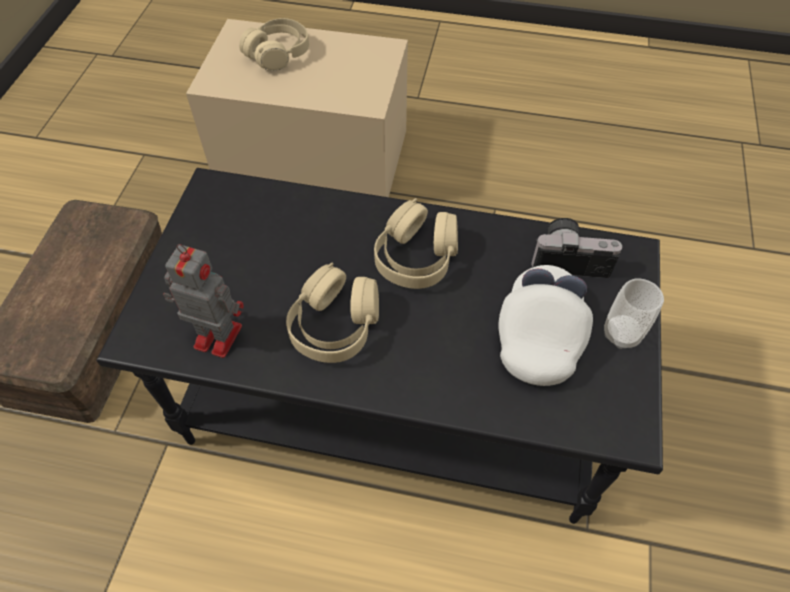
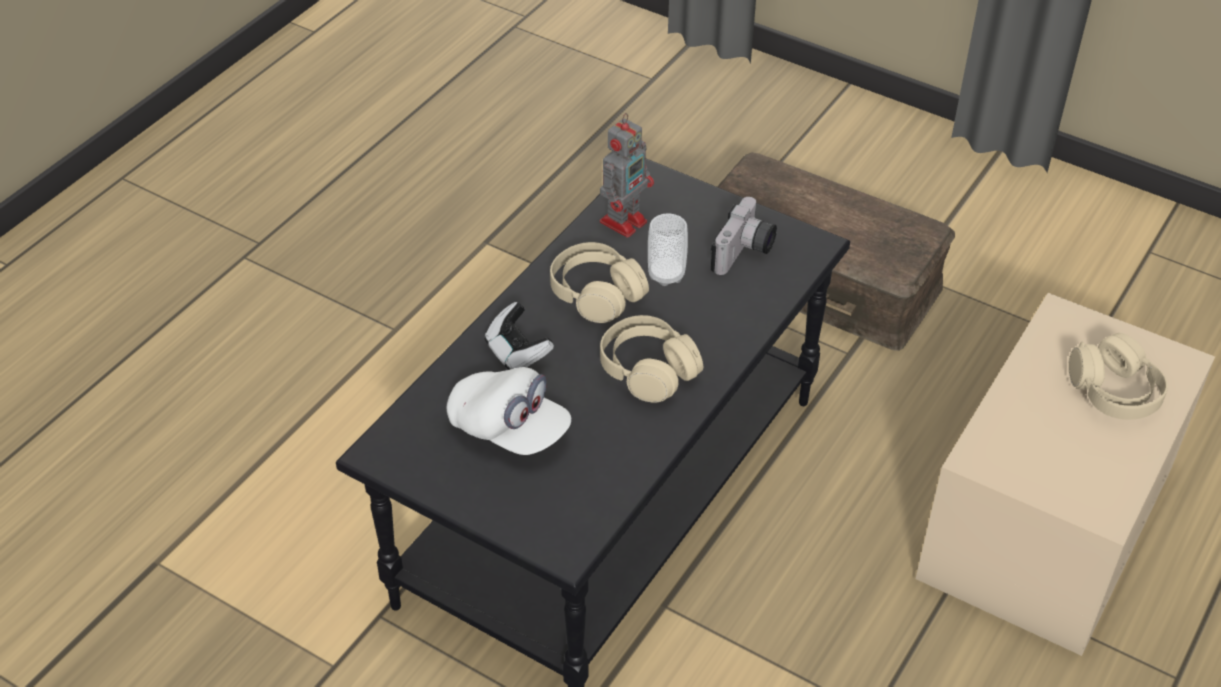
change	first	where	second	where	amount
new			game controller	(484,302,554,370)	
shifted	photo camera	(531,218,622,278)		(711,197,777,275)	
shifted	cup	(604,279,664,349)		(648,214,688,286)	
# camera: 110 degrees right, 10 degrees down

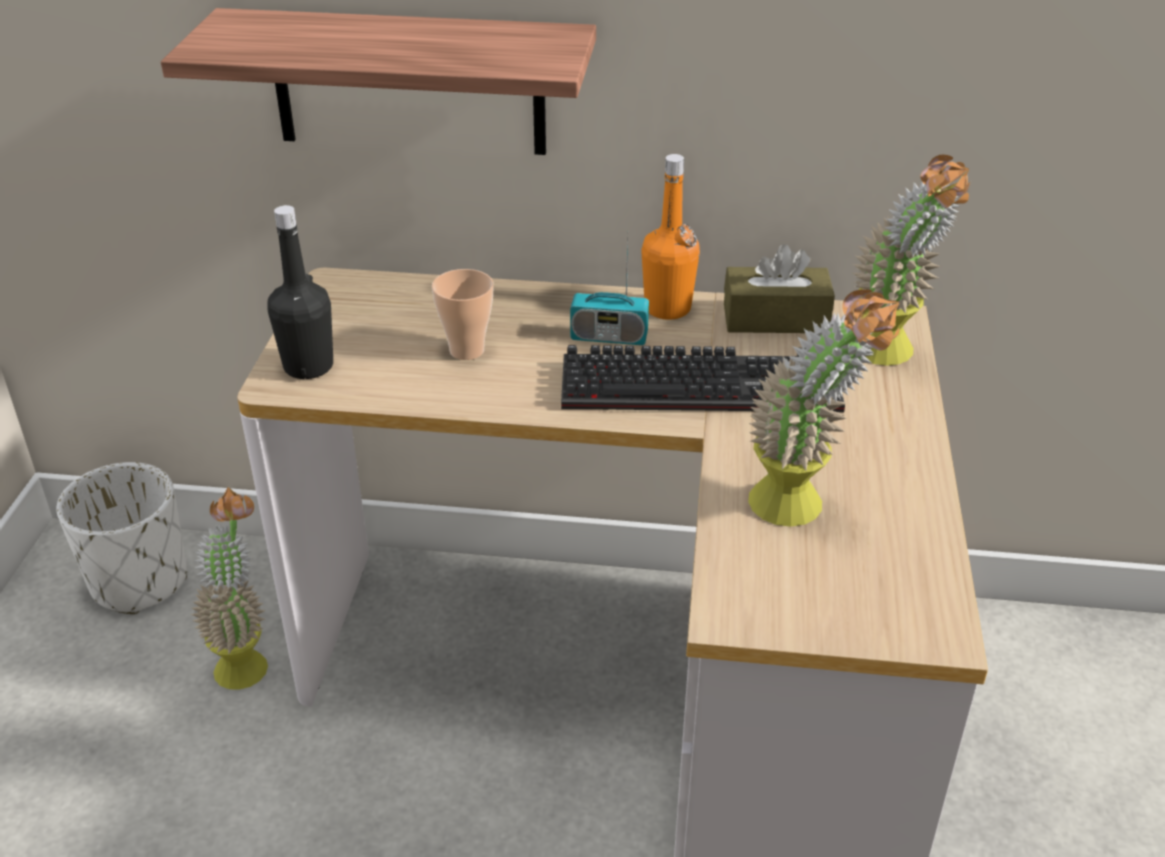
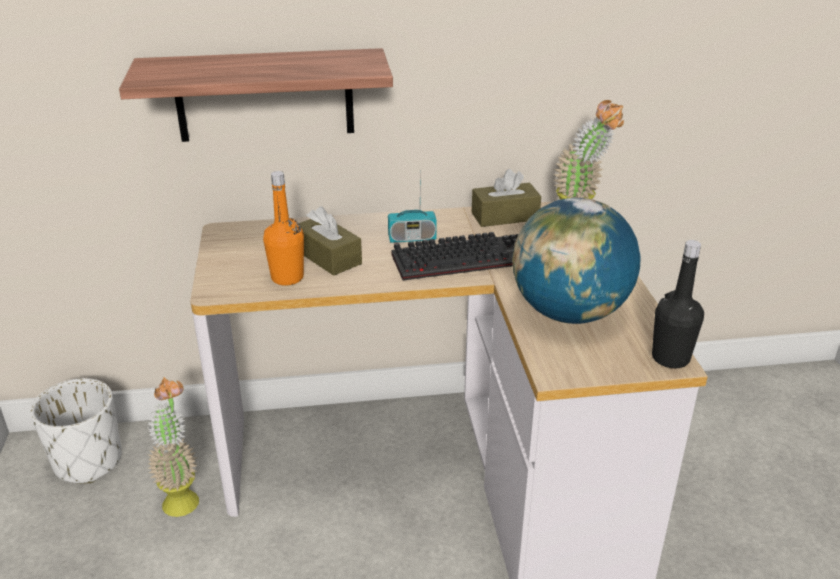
change	first	where	second	where	amount
shifted	black bottle	(268,205,333,379)		(652,240,704,368)	
shifted	orange bottle	(641,154,700,320)		(263,171,304,285)	
swapped	cup	(432,269,494,360)	brown tissue box	(299,206,362,276)	
swapped	potted plant	(748,290,900,527)	globe	(512,197,641,324)	
# camera: 15 degrees left, 5 degrees down

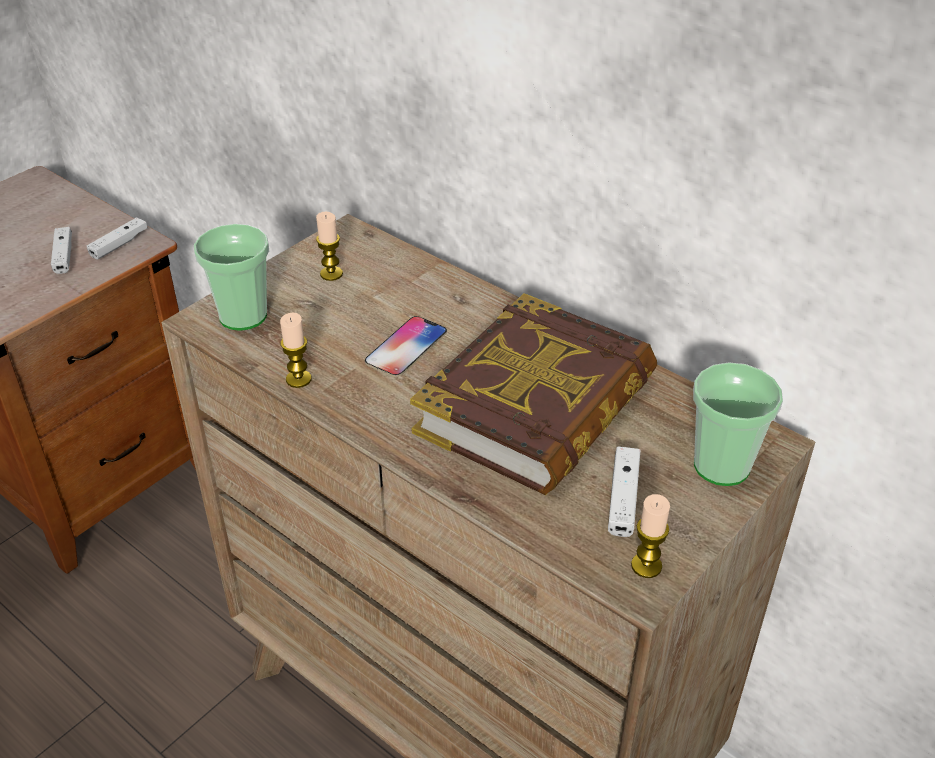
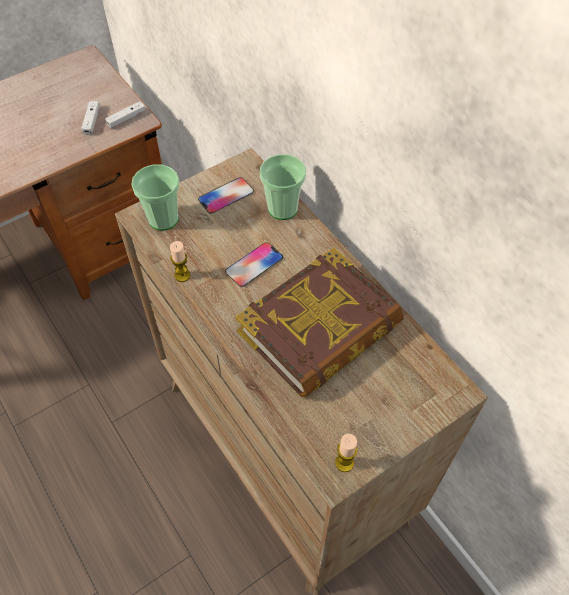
change	first	where	second	where	amount
gone	white game controller	(608,446,641,537)			
shifted	cup	(693,362,783,486)		(260,154,306,220)	
swapped	candle	(316,212,343,281)	phone	(198,177,254,214)	
# camera: 15 degrees right, 15 degrees up

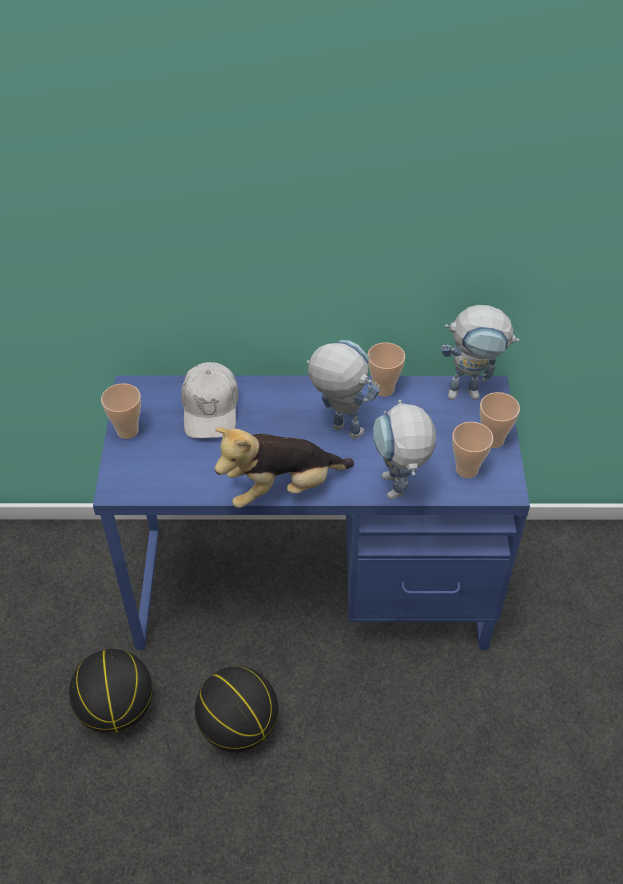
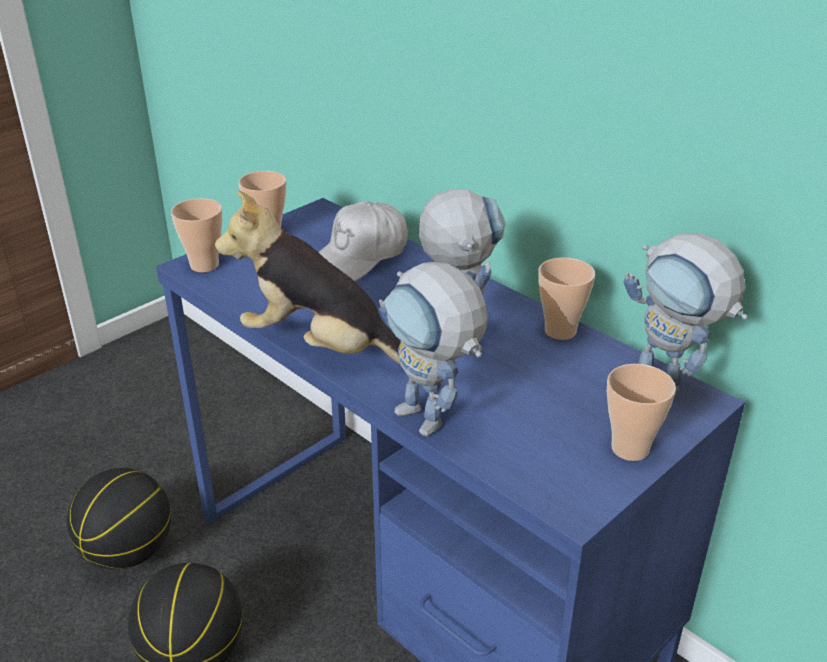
change	first	where	second	where	amount
shifted	cup	(452,422,493,478)		(171,198,223,272)	
rotated	toy robot	(373,400,436,499)		(379,262,488,436)	75 degrees counterclockwise
# camera: 45 degrees right, 15 degrees down

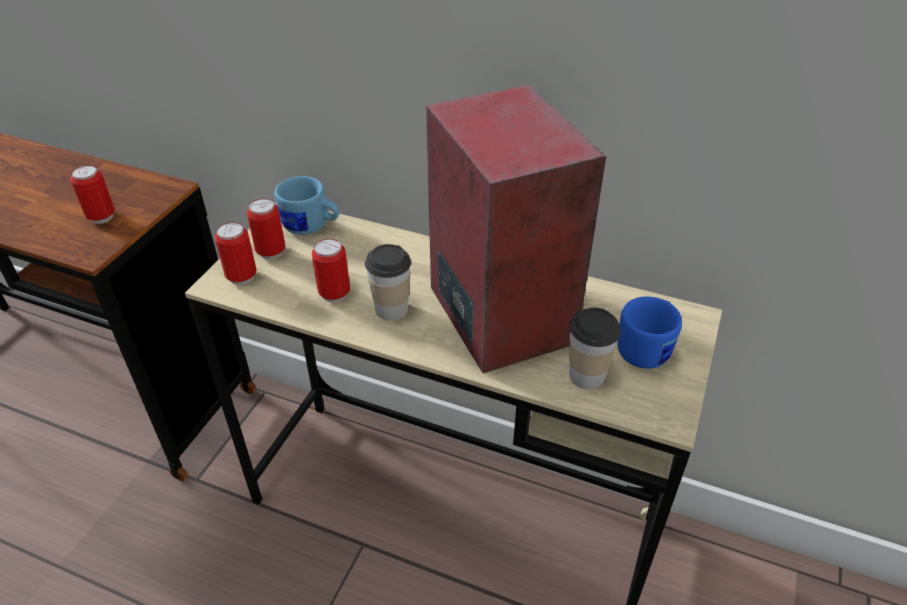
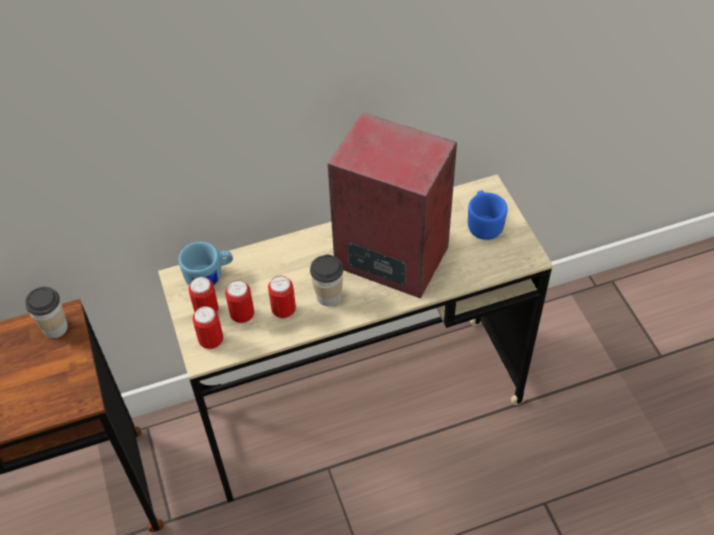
change	first	where	second	where	amount
shifted	can	(70,165,115,224)		(225,280,254,323)	
shifted	cup	(569,308,621,389)		(25,287,68,338)	
# camera: 40 degrees left, 10 degrees up

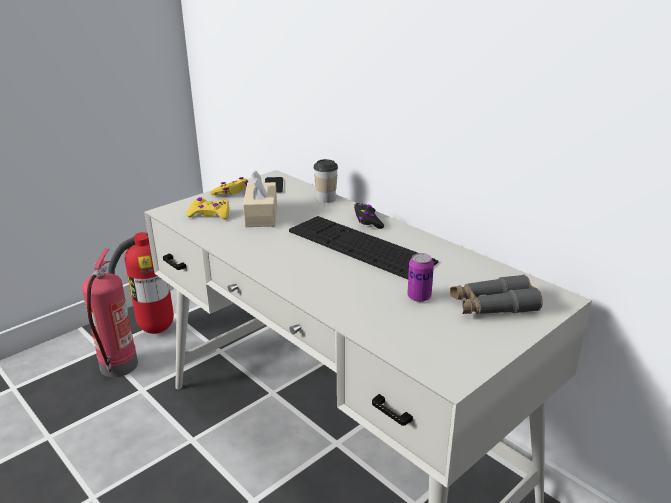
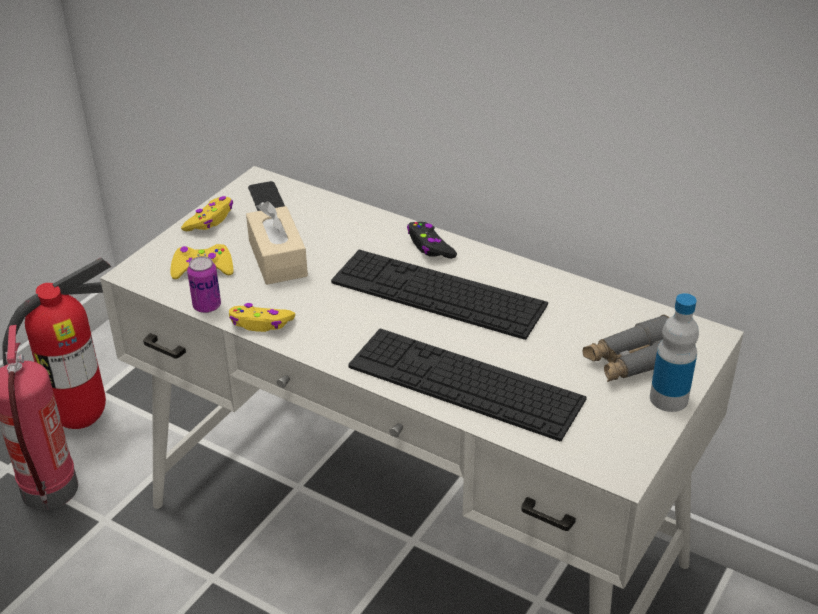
change	first	where	second	where	amount
gone	cup	(314,159,338,203)			
new			yellow game controller	(229,303,295,332)	
new			keyboard	(348,328,587,442)	
new			bottle	(650,293,699,412)	
shifted	can	(407,253,434,302)		(187,256,221,313)	
# camera: 15 degrees left, 10 degrees up

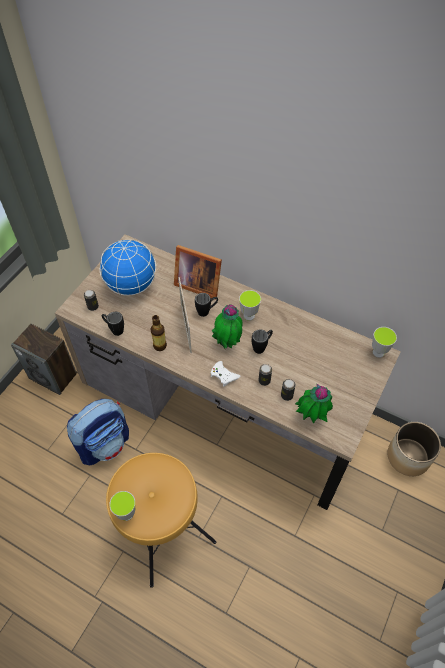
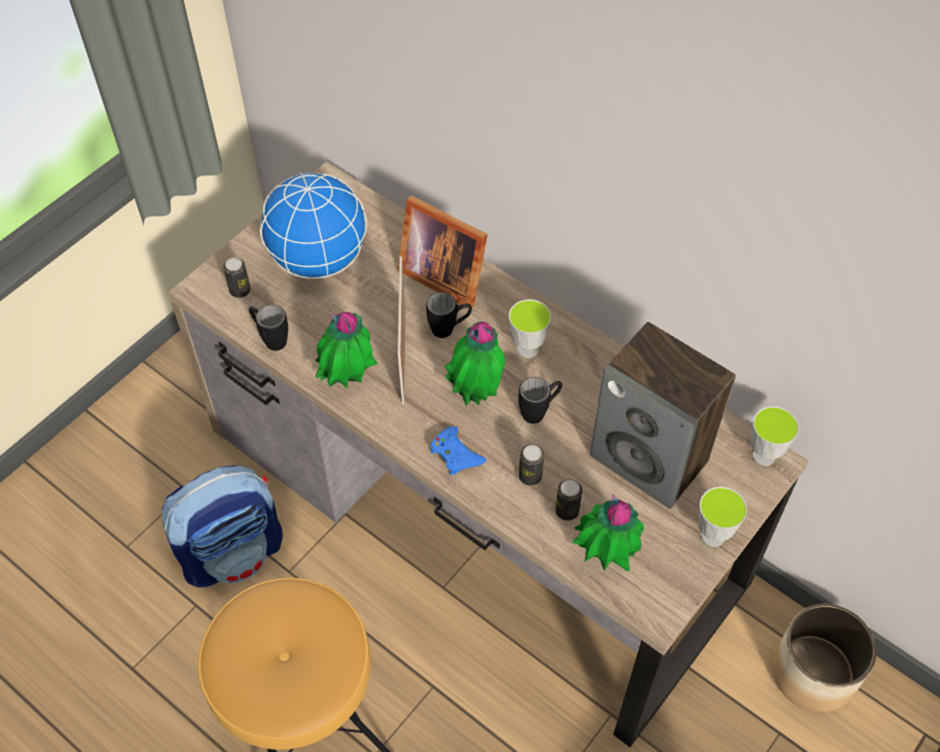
change	first	where	second	where	amount
shifted	speaker	(11,324,77,395)		(590,322,736,509)	
shifted	cup	(109,491,135,521)		(698,487,747,547)	
swapped	bottle	(151,315,167,351)	potted plant	(315,312,378,388)	
repainted	white game controller	(211,361,240,387)	blue game controller	(430,426,486,475)	
# camera: 10 degrees right, 0 degrees up

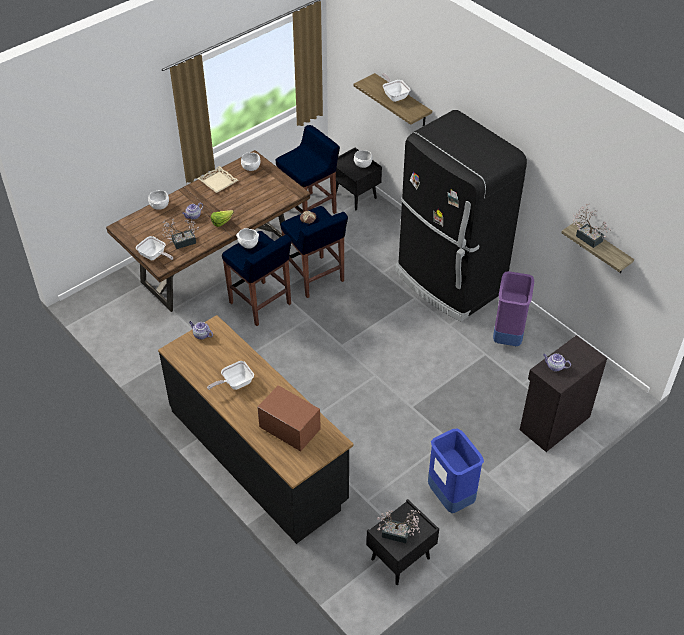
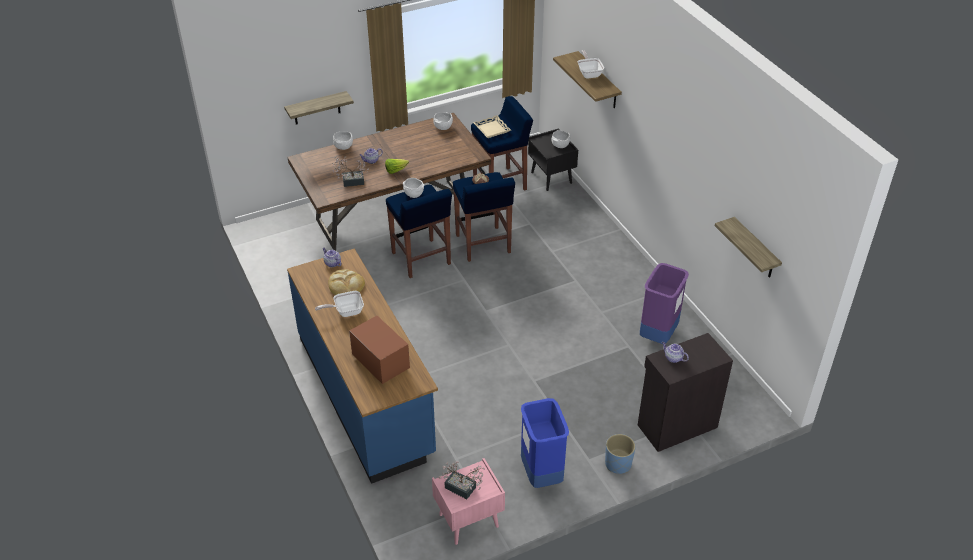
change	first	where	second	where	amount
gone	frying pan	(136,236,173,260)			
gone	black fridge	(395,110,527,322)			
gone	potted plant	(573,204,611,248)			
new			shelf	(284,91,354,124)	
new			bread	(328,269,365,295)	
new			blue planter	(605,434,636,474)	
shifted	beige tray	(198,166,238,193)		(473,115,511,138)	
repainted	black counter	(158,315,354,544)	blue counter	(287,249,438,484)	
repainted	black nightstand	(366,499,439,585)	pink nightstand	(432,458,505,545)	
# camera: 15 degrees right, 5 degrees down

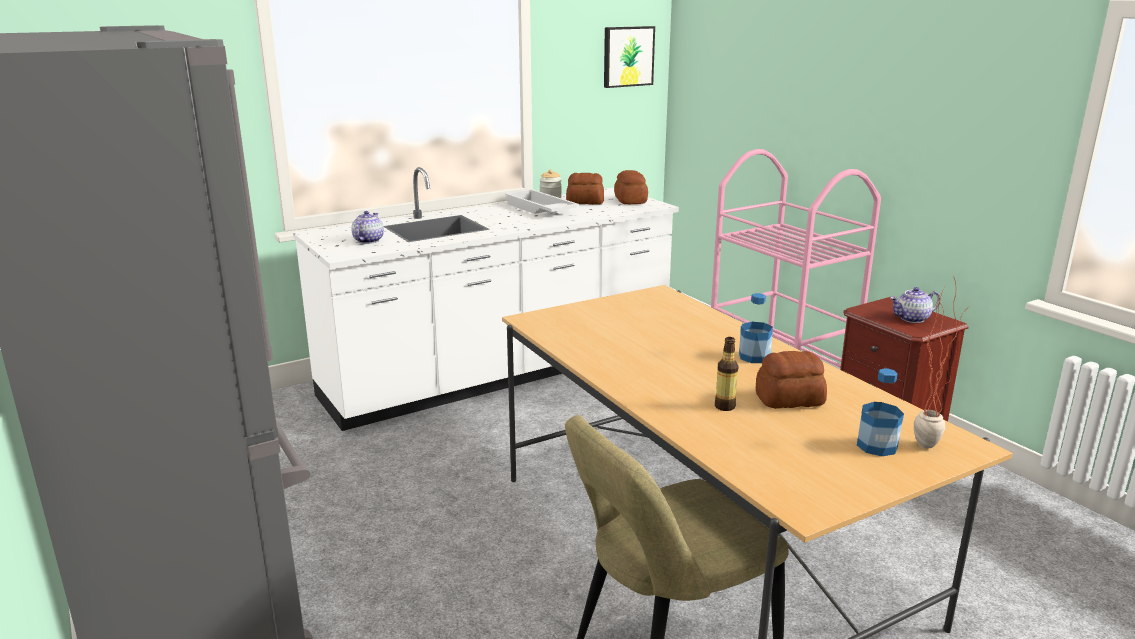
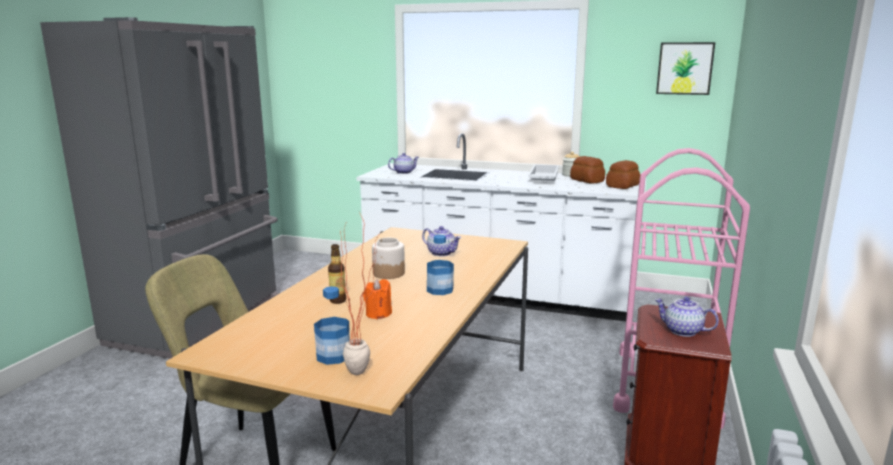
change	first	where	second	where	amount
new			jar	(372,238,405,279)	
new			teapot	(422,226,461,256)	
swapped	bread	(756,351,827,409)	orange candle	(363,279,392,319)	
# camera: 50 degrees right, 5 degrees down

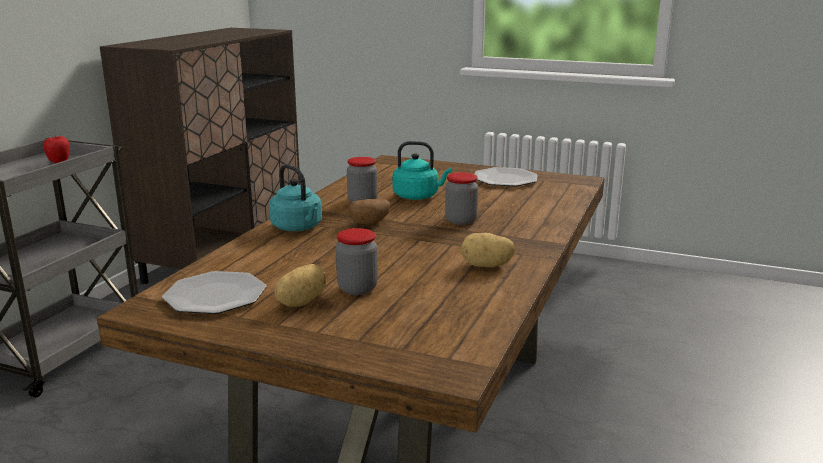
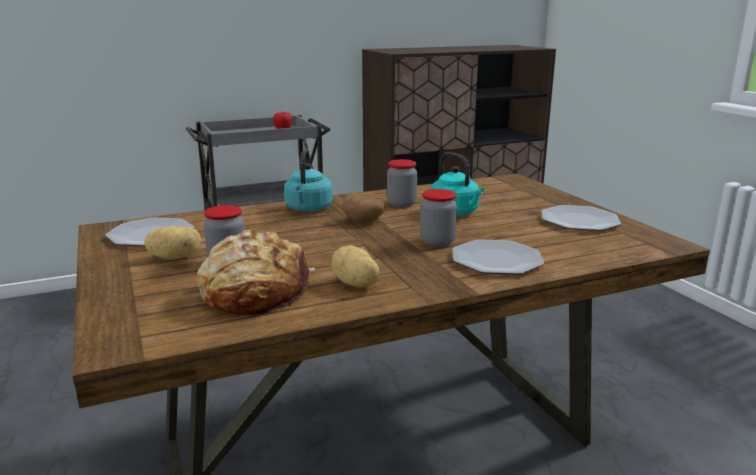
change	first	where	second	where	amount
new			bread	(197,230,315,315)	
new			plate	(452,239,544,275)	
# camera: 45 degrees right, 0 degrees up

